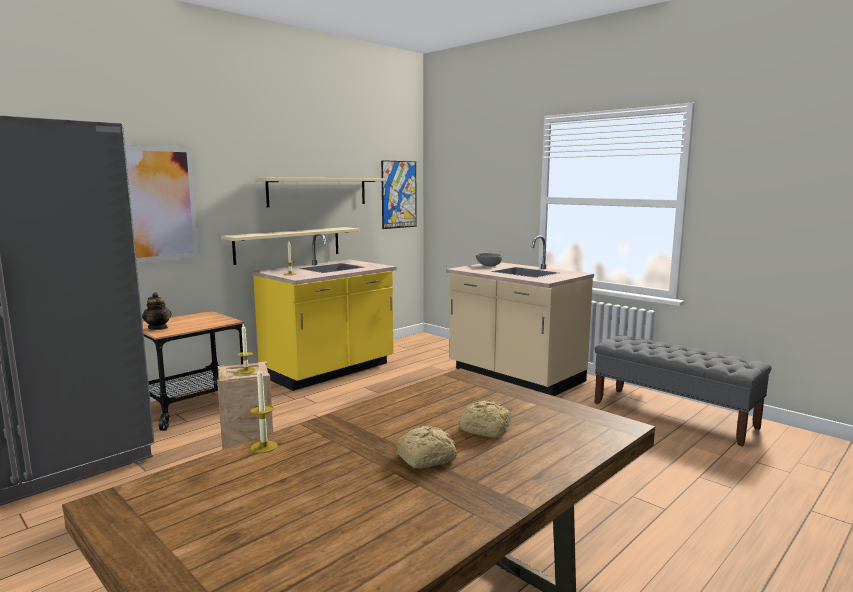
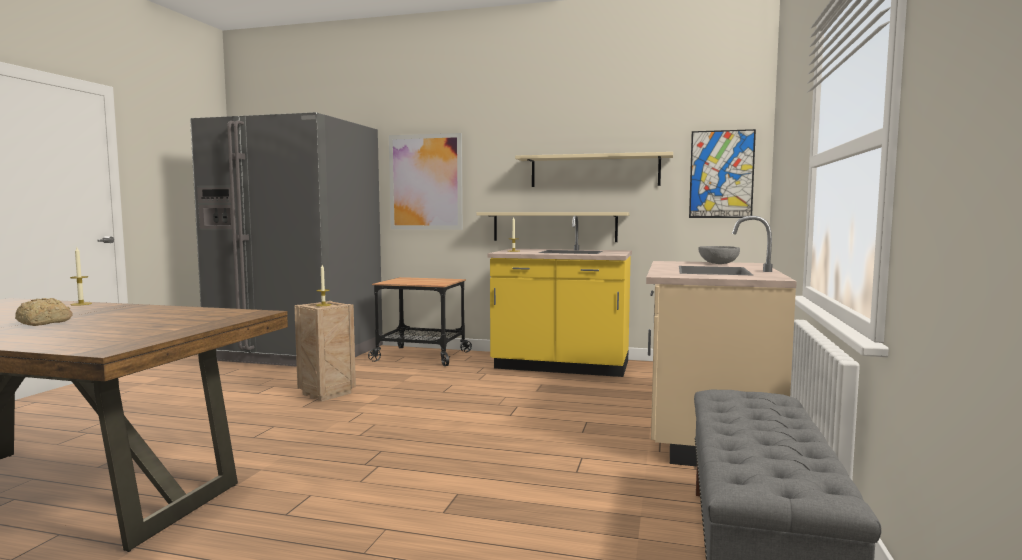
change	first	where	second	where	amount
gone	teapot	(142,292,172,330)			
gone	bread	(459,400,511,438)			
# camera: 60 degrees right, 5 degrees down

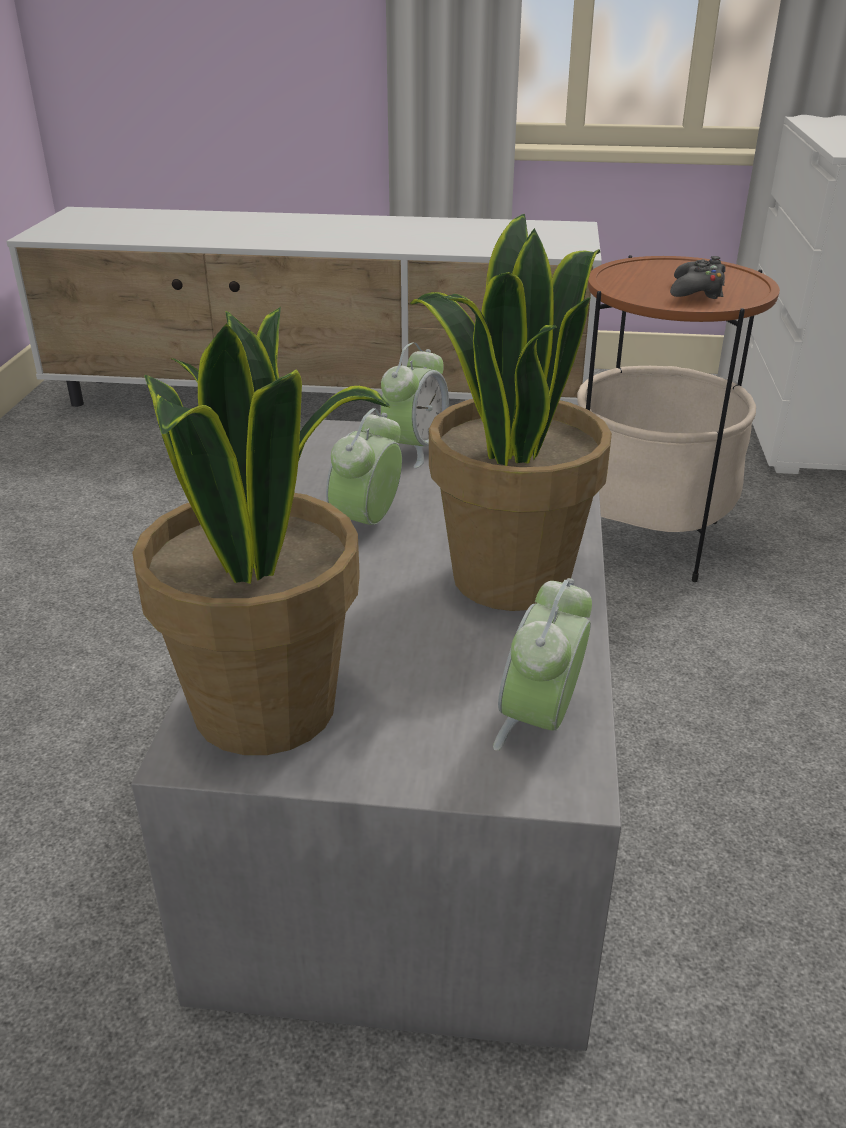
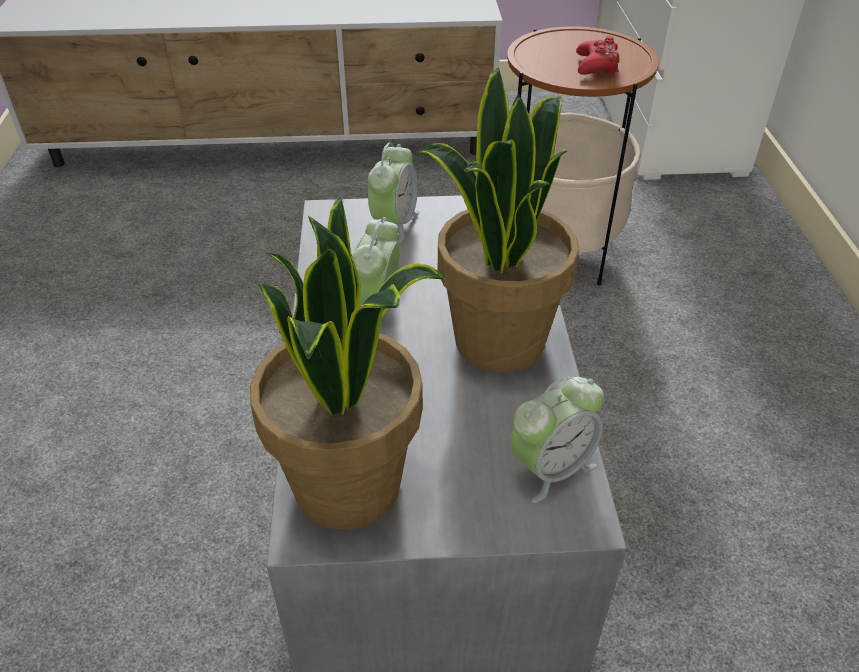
change	first	where	second	where	amount
repainted	black game controller	(670,256,726,299)	red game controller	(576,36,620,75)	
rotated	alarm clock	(493,578,592,751)		(511,376,604,503)	135 degrees counterclockwise
# camera: 10 degrees left, 10 degrees up

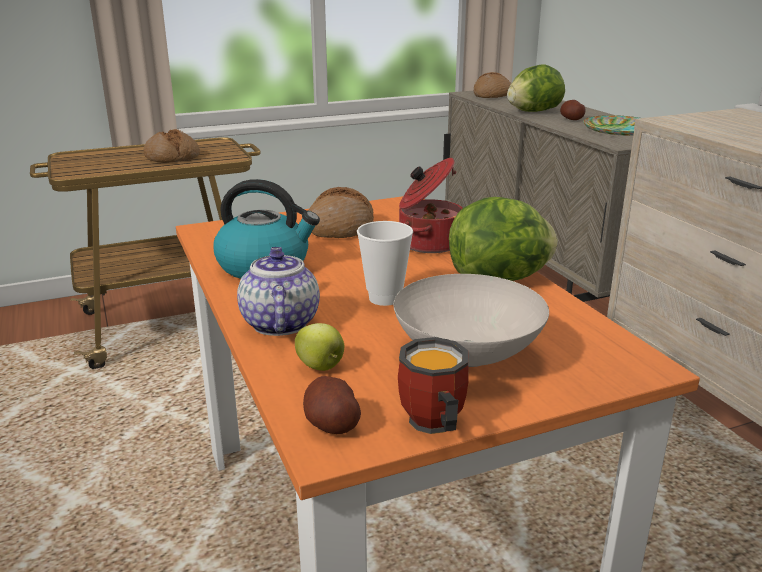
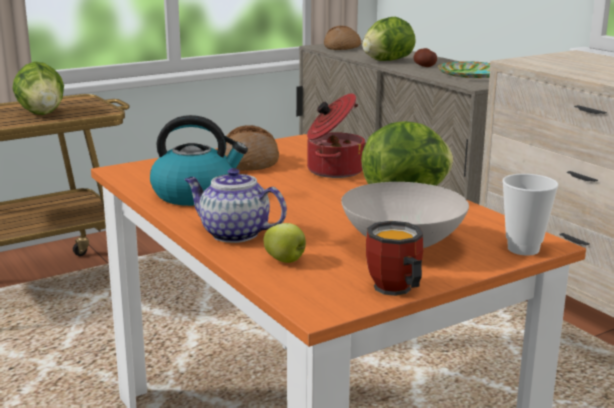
change	first	where	second	where	amount
gone	potato	(303,376,361,434)			
shifted	cup	(357,221,413,306)		(502,174,558,256)	
swapped	bread	(143,129,200,163)	lettuce	(12,61,64,115)	
rotated	teapot	(237,247,320,336)		(184,168,287,243)	45 degrees counterclockwise
# camera: 10 degrees left, 5 degrees down

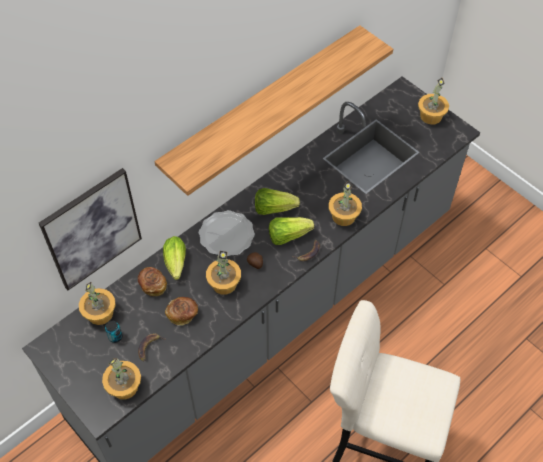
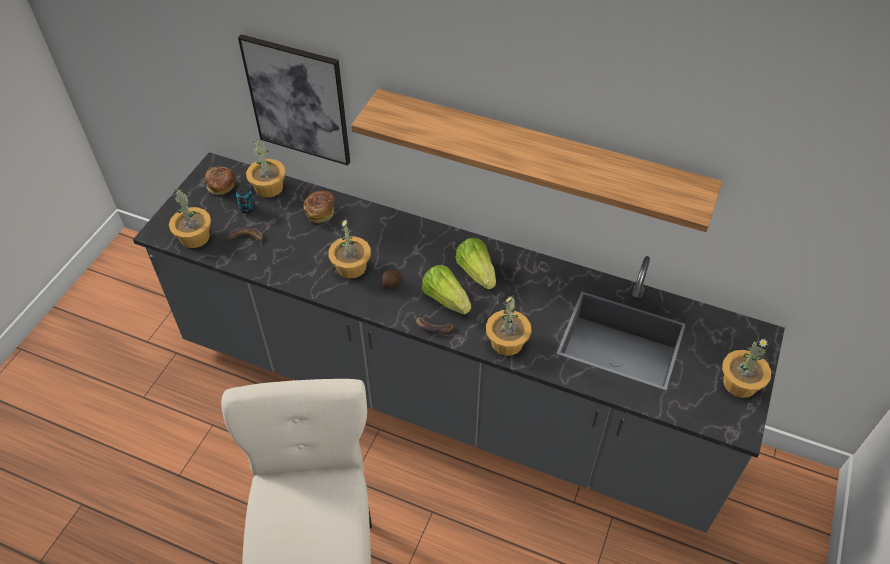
change	first	where	second	where	amount
gone	lettuce	(163,236,186,280)			
gone	plate	(199,210,255,257)			
shifted	bread	(165,297,198,326)		(205,166,235,195)	
# camera: 65 degrees right, 5 degrees down

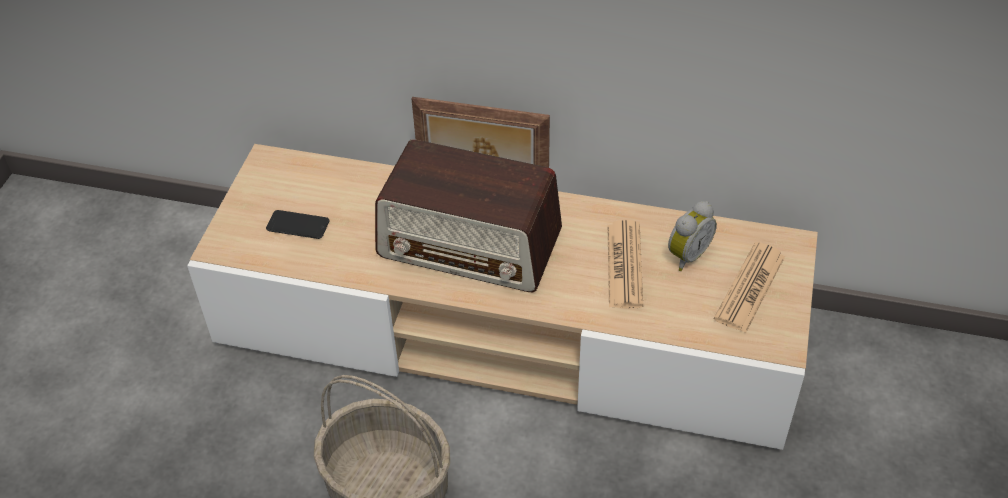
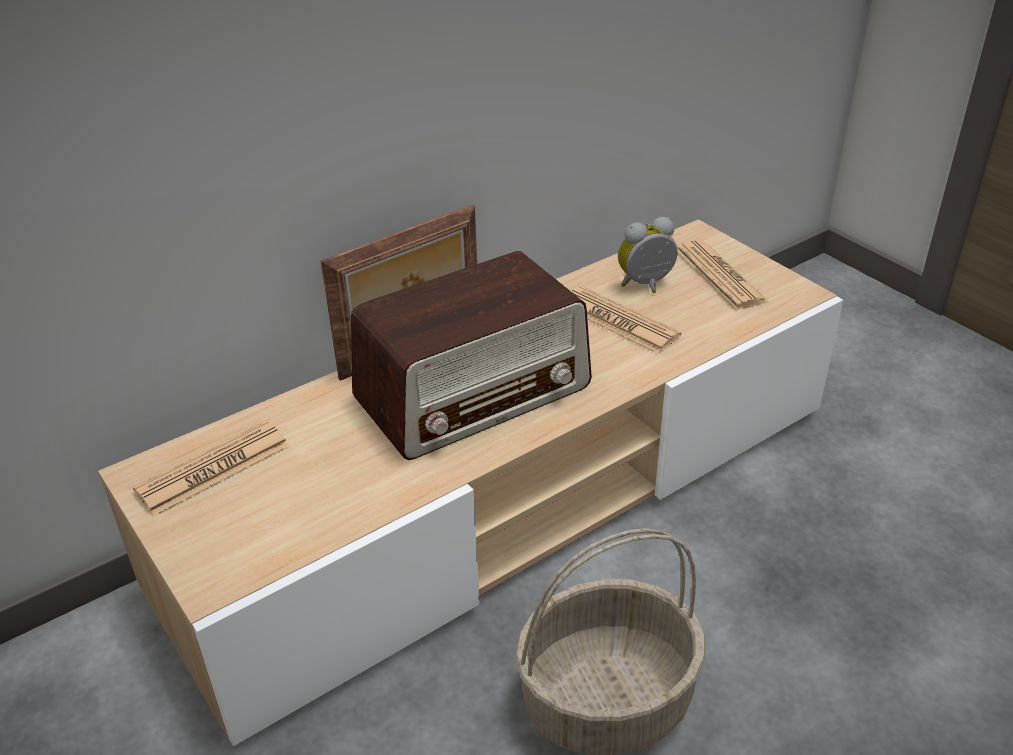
change	first	where	second	where	amount
gone	phone	(266,210,329,239)			
new			newspaper	(133,421,290,516)	
rotated	alarm clock	(668,201,717,271)		(618,217,678,293)	105 degrees counterclockwise
# camera: 50 degrees left, 10 degrees down

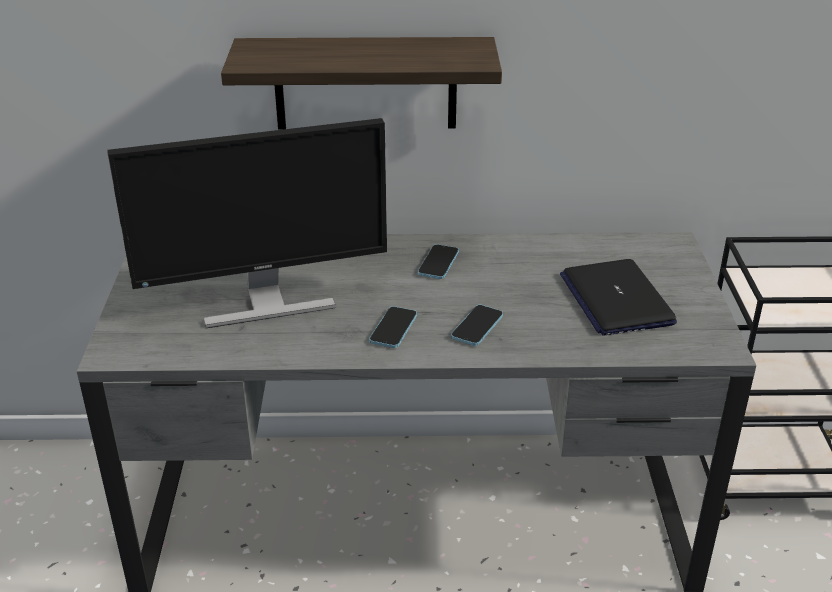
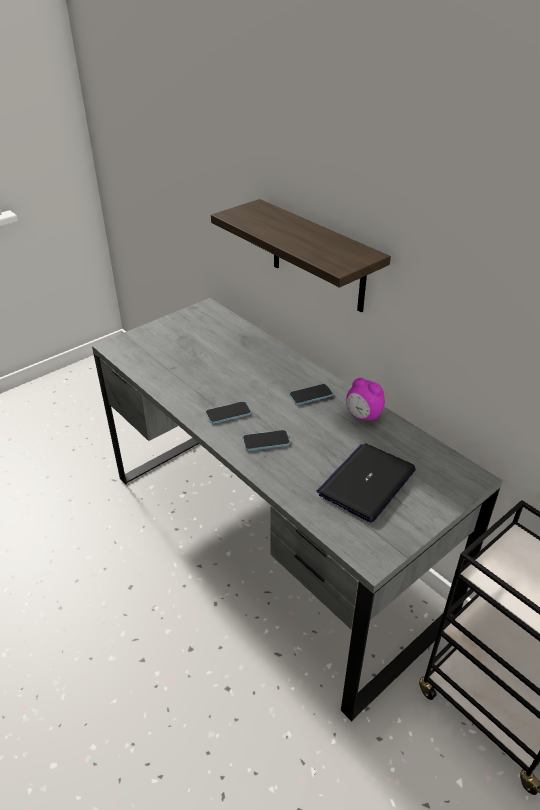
change	first	where	second	where	amount
gone	monitor	(107,118,387,328)			
new			alarm clock	(346,378,385,420)	
# camera: 50 degrees right, 5 degrees up

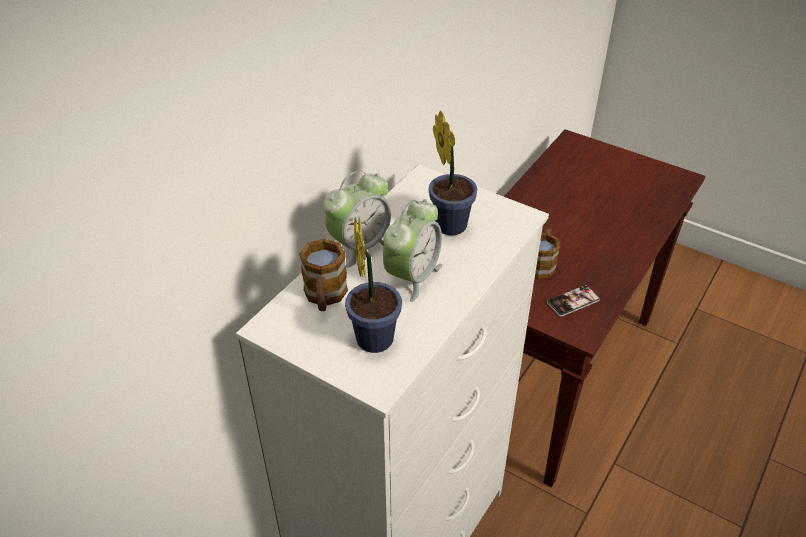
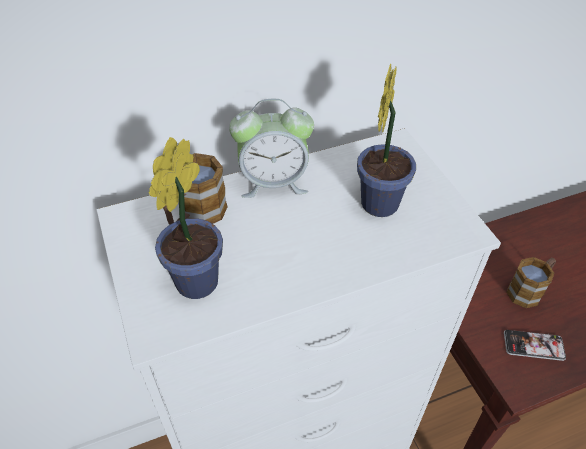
change	first	where	second	where	amount
gone	alarm clock	(383,199,442,302)			
# camera: 35 degrees right, 5 degrees up

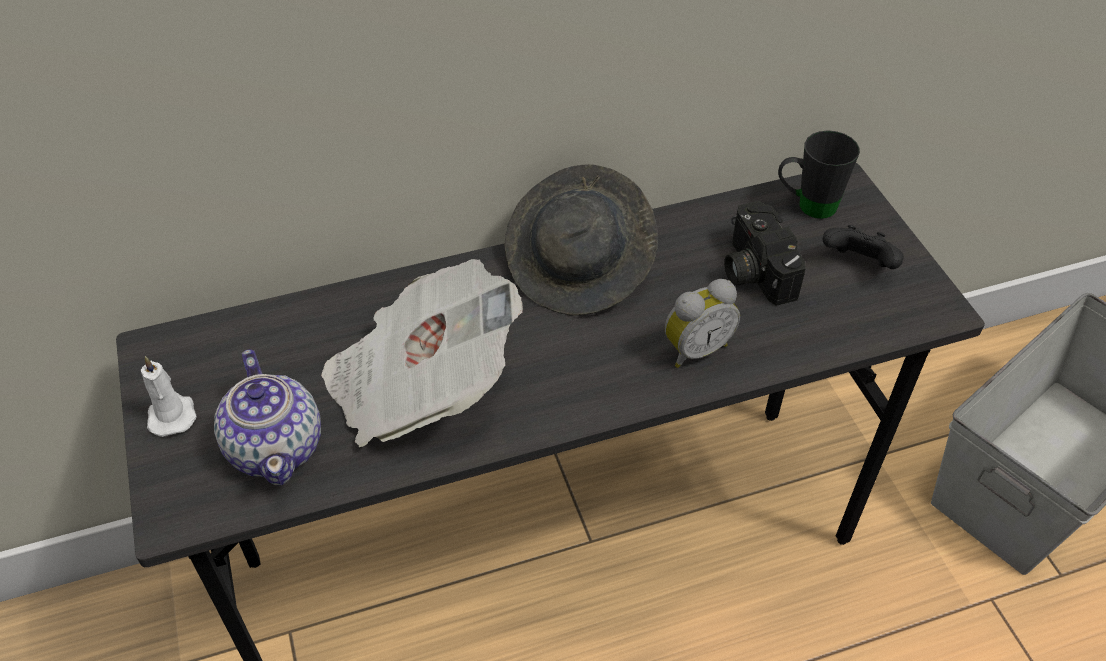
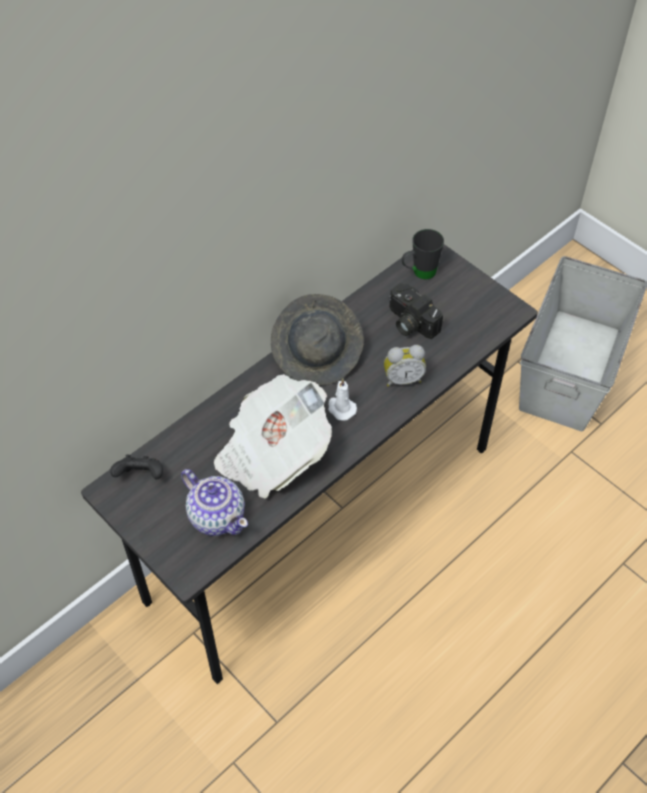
change	first	where	second	where	amount
shifted	white candle	(141,356,197,437)		(328,378,357,421)	
shifted	black game controller	(823,225,904,269)		(110,455,163,480)	
rotated	alarm clock	(665,279,740,368)		(384,345,426,387)	45 degrees clockwise
# camera: 25 degrees left, 5 degrees up

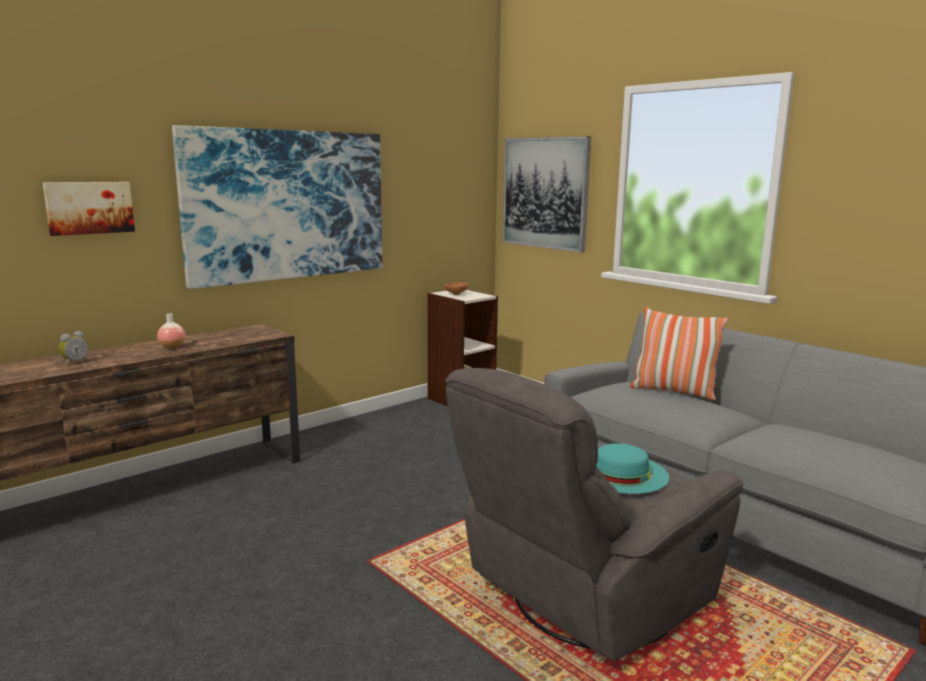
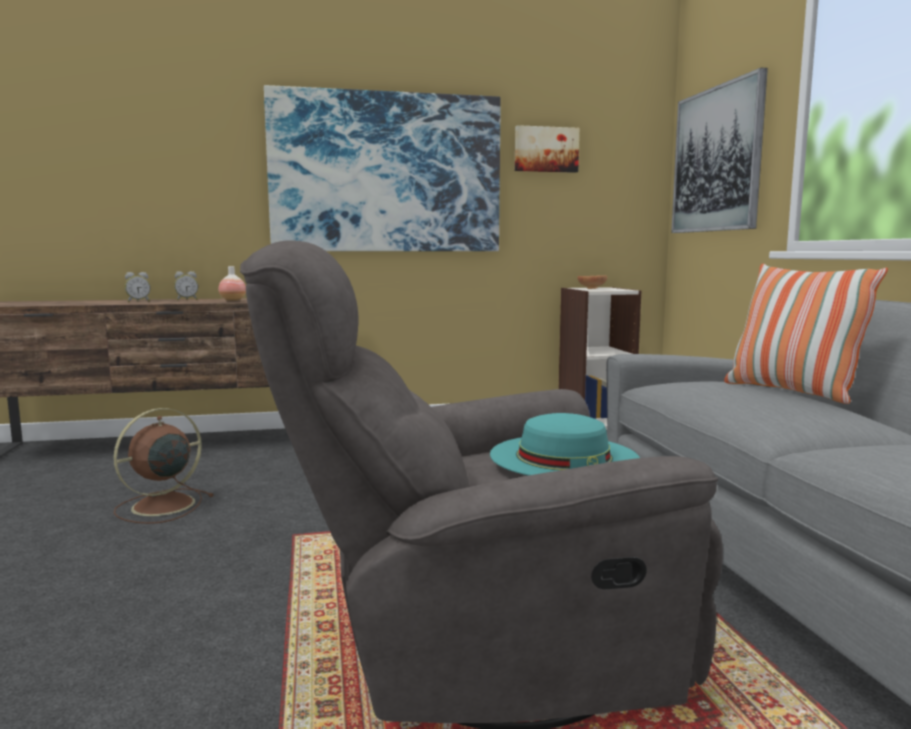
change	first	where	second	where	amount
new			brown fan	(113,408,213,524)	
new			alarm clock	(174,271,198,300)	
shifted	picture	(43,182,135,236)		(515,125,579,173)	
# camera: 30 degrees right, 5 degrees down

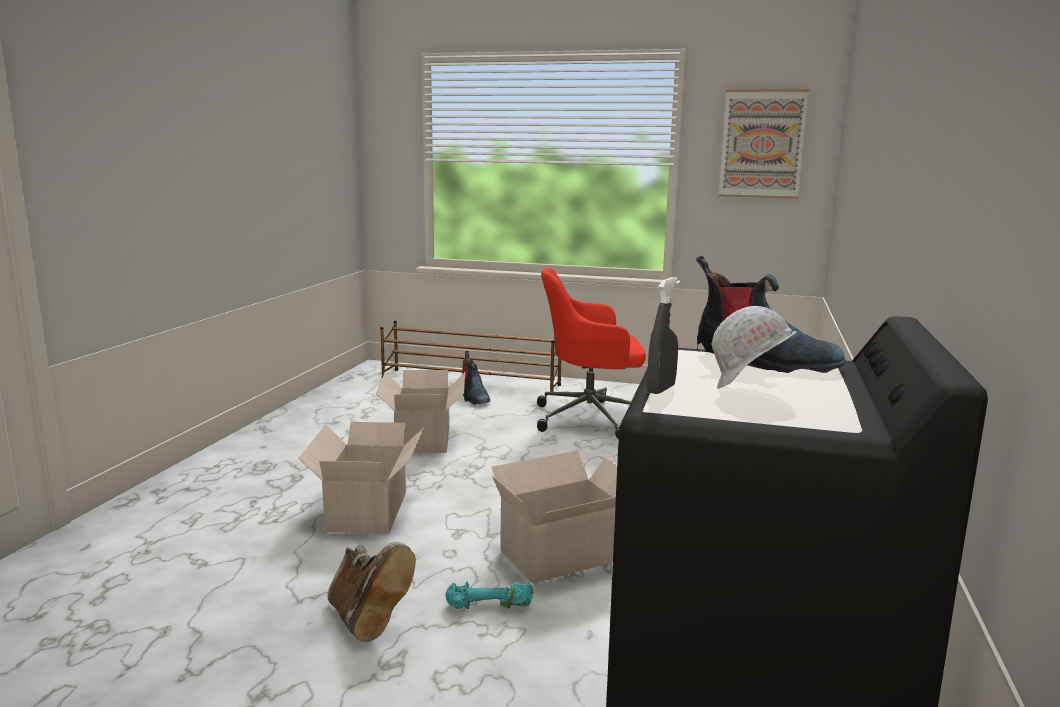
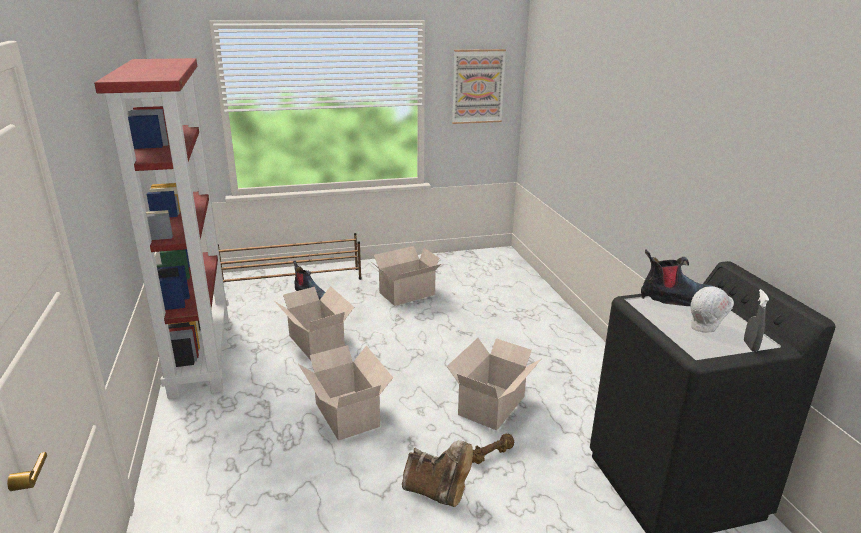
change	first	where	second	where	amount
new			red bookcase	(94,58,229,399)	
shifted	grey spray bottle	(647,277,678,394)		(744,289,769,352)	
swapped	red office chair	(537,268,646,439)	cardboard box	(373,246,441,306)	
repainted	turquoise dumbbell	(445,581,533,609)	brown dumbbell	(472,434,514,464)	
# camera: 30 degrees left, 10 degrees up

